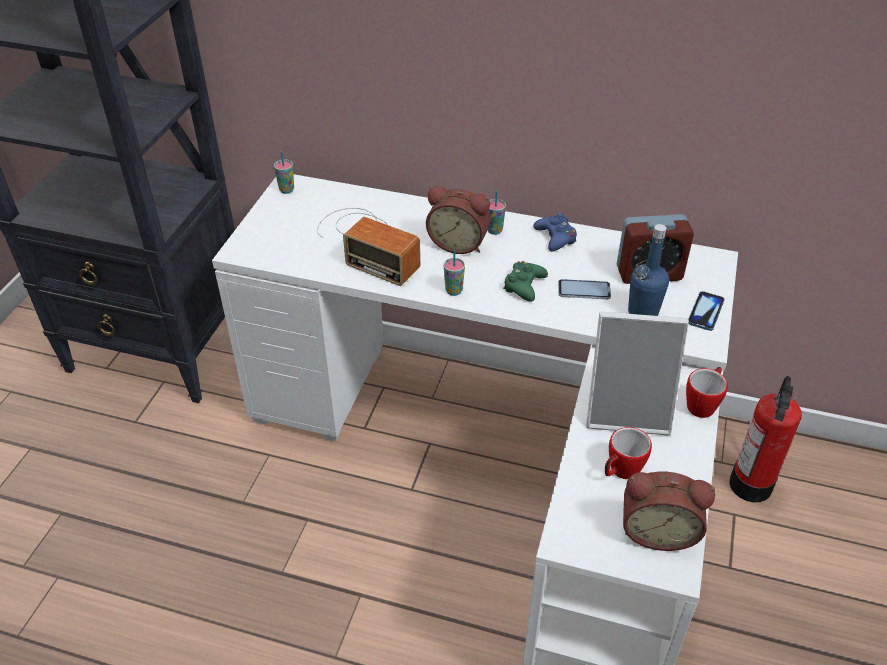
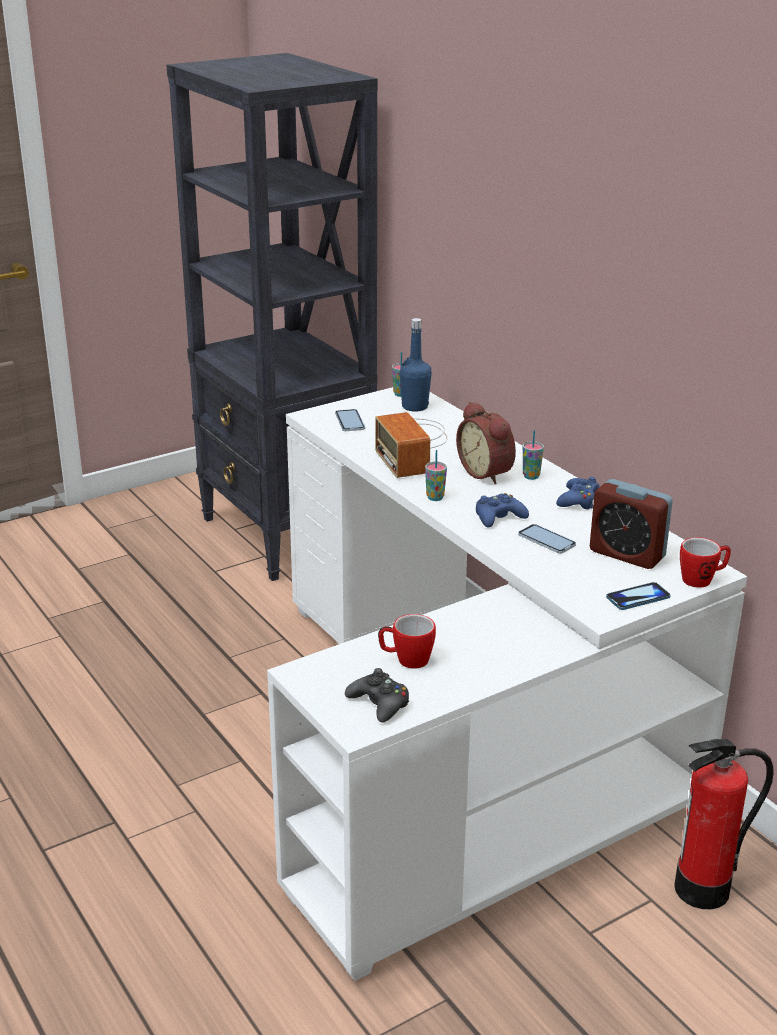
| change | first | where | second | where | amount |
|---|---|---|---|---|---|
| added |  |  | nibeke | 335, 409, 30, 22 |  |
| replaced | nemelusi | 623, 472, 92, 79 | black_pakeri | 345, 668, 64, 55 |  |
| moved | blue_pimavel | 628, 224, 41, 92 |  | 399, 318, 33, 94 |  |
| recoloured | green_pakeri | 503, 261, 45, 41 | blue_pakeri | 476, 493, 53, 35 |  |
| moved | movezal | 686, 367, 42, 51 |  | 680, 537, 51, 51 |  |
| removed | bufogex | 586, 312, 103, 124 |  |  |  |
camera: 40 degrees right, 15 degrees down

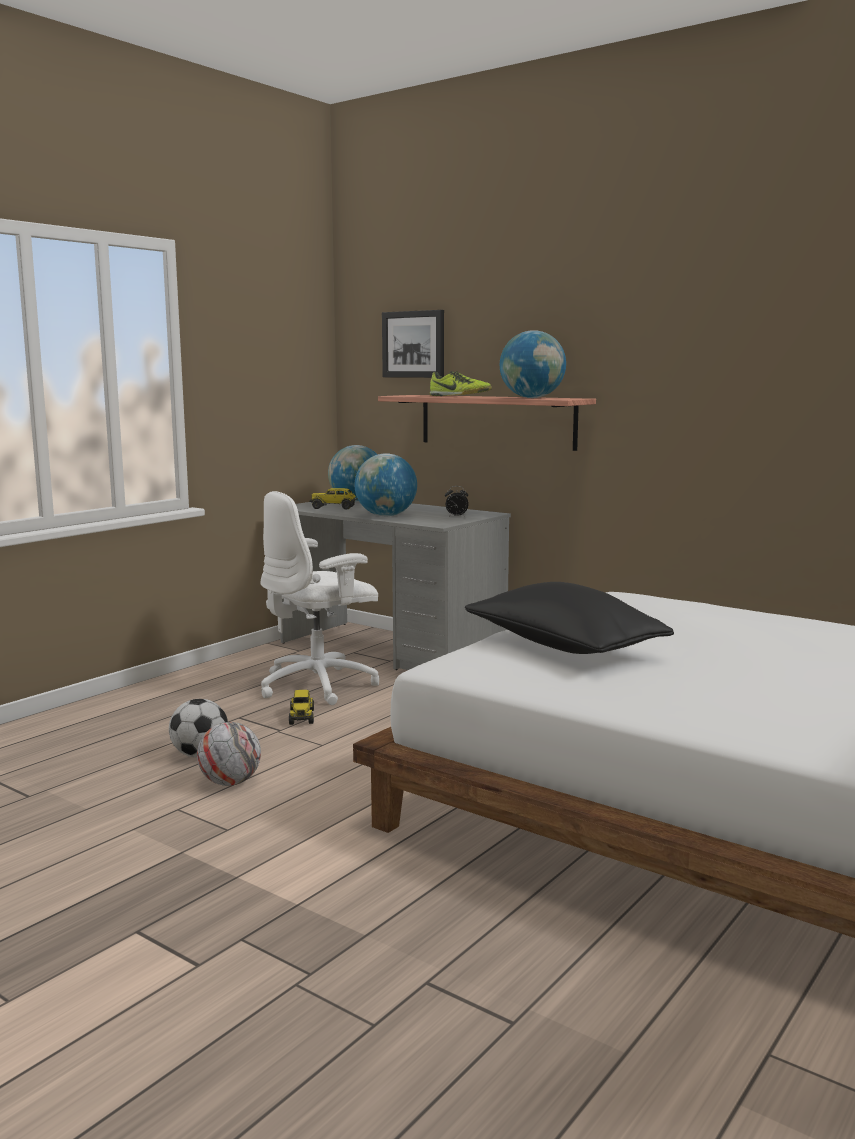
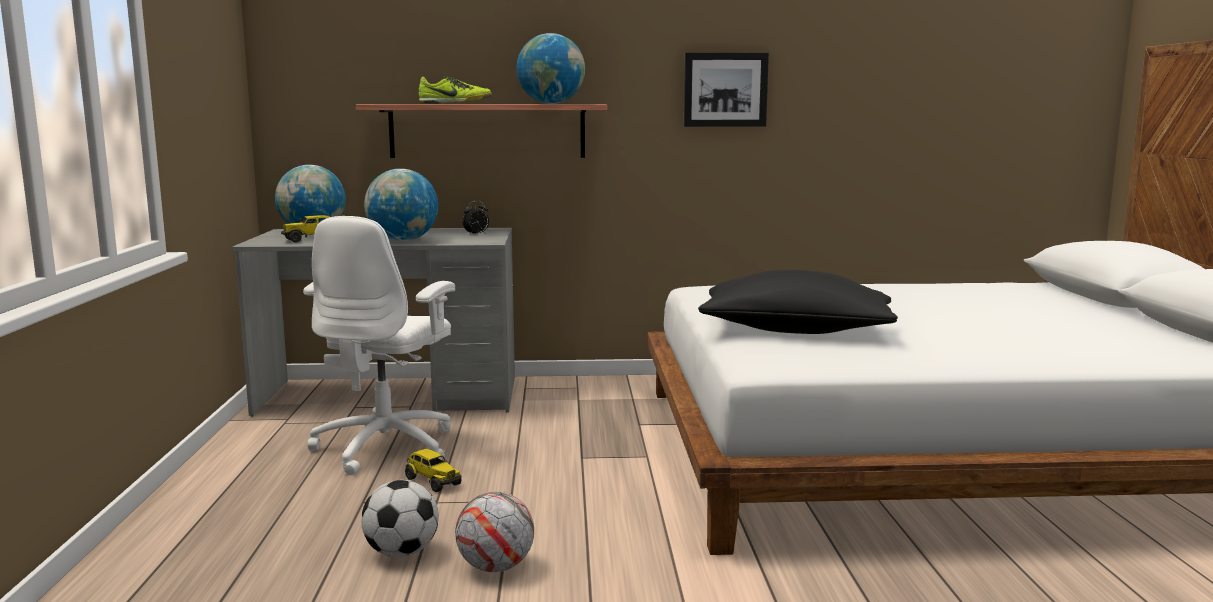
| change | first | where | second | where | amount |
|---|---|---|---|---|---|
| moved | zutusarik | 382, 310, 62, 68 |  | 684, 52, 85, 75 |  |
camera: 40 degrees left, 0 degrees up

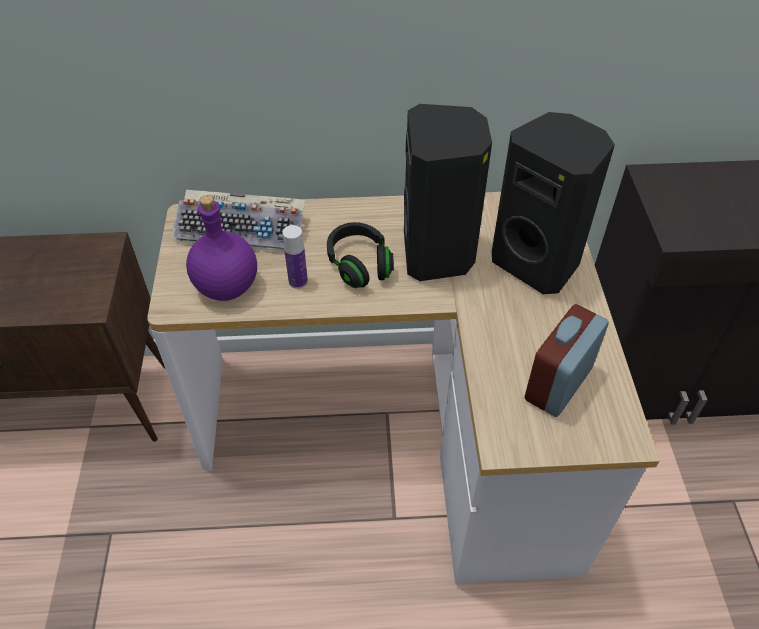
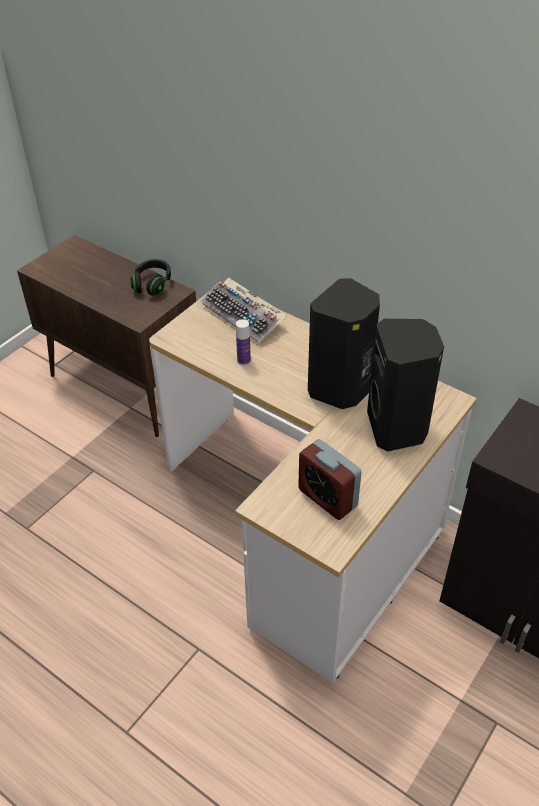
| change | first | where | second | where | amount |
|---|---|---|---|---|---|
| moved | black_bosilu | 327, 222, 67, 66 |  | 130, 259, 41, 36 |  |
| turned | nemelusi | 524, 304, 85, 113 |  | 298, 439, 64, 81 | 120 degrees counterclockwise |
| removed | purple_pimavel | 186, 195, 71, 106 |  |  |  |
camera: 40 degrees right, 5 degrees down

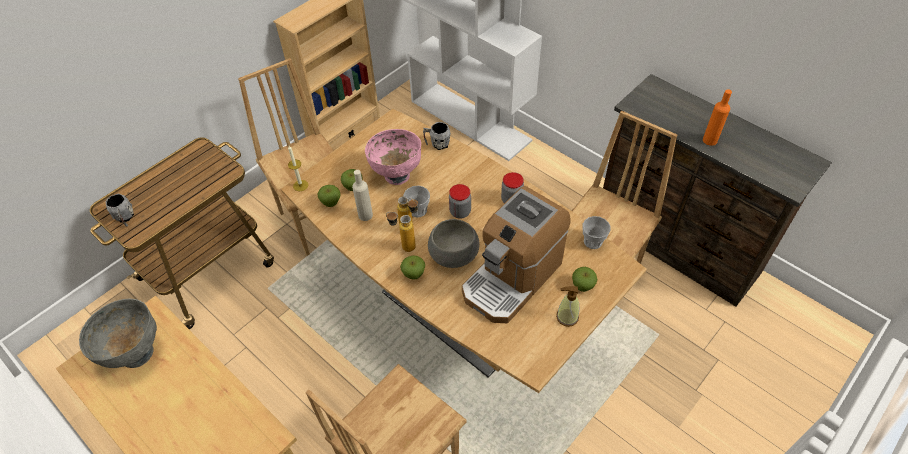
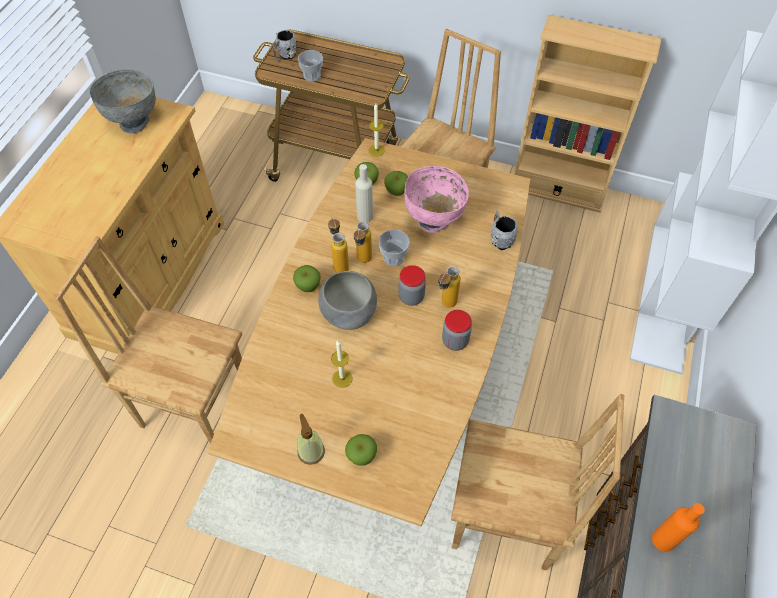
| change | first | where | second | where | amount |
|---|---|---|---|---|---|
| moved | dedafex | 583, 216, 28, 33 |  | 298, 50, 25, 32 |  |
| replaced | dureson | 462, 186, 109, 137 | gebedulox | 331, 341, 22, 47 |  |
| added |  |  | pimavel | 438, 266, 23, 42 |  |
camera: 65 degrees right, 5 degrees up

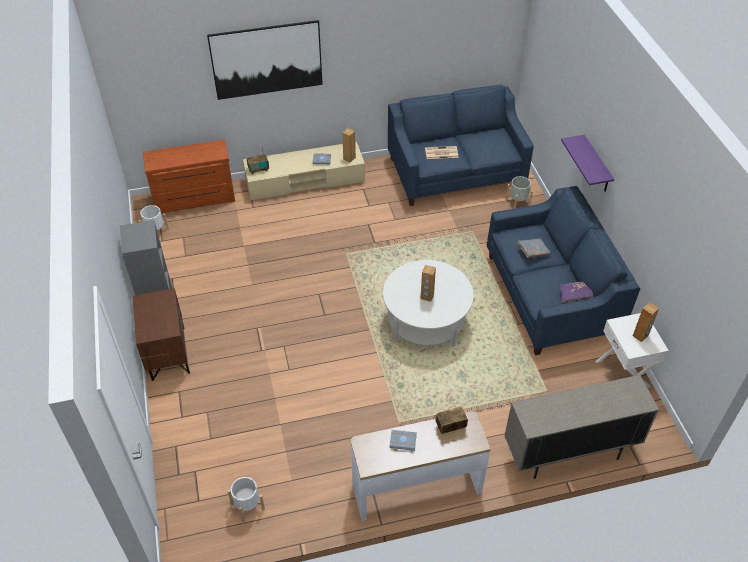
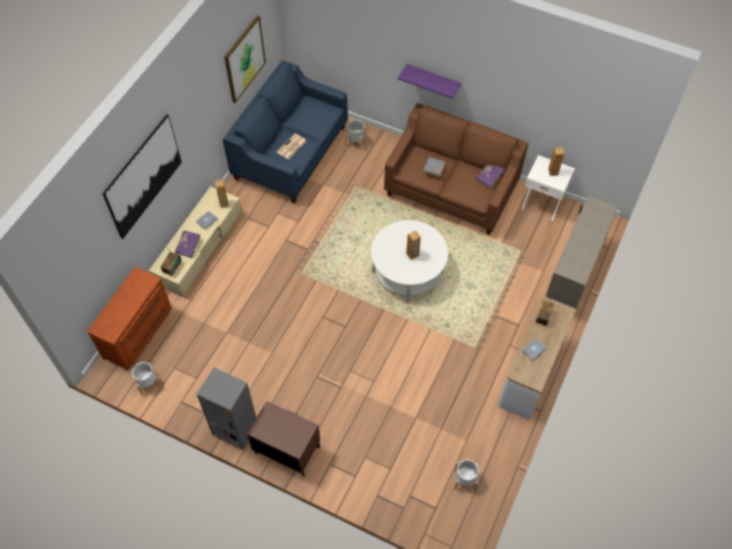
| change | first | where | second | where | amount |
|---|---|---|---|---|---|
| added |  |  | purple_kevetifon | 175, 231, 25, 27 |  |
| added |  |  | zutusarik | 224, 16, 42, 87 |  |
| recoloured | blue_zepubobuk | 487, 186, 153, 169 | brown_zepubobuk | 384, 103, 145, 132 |  |
camera: 50 degrees left, 10 degrees up

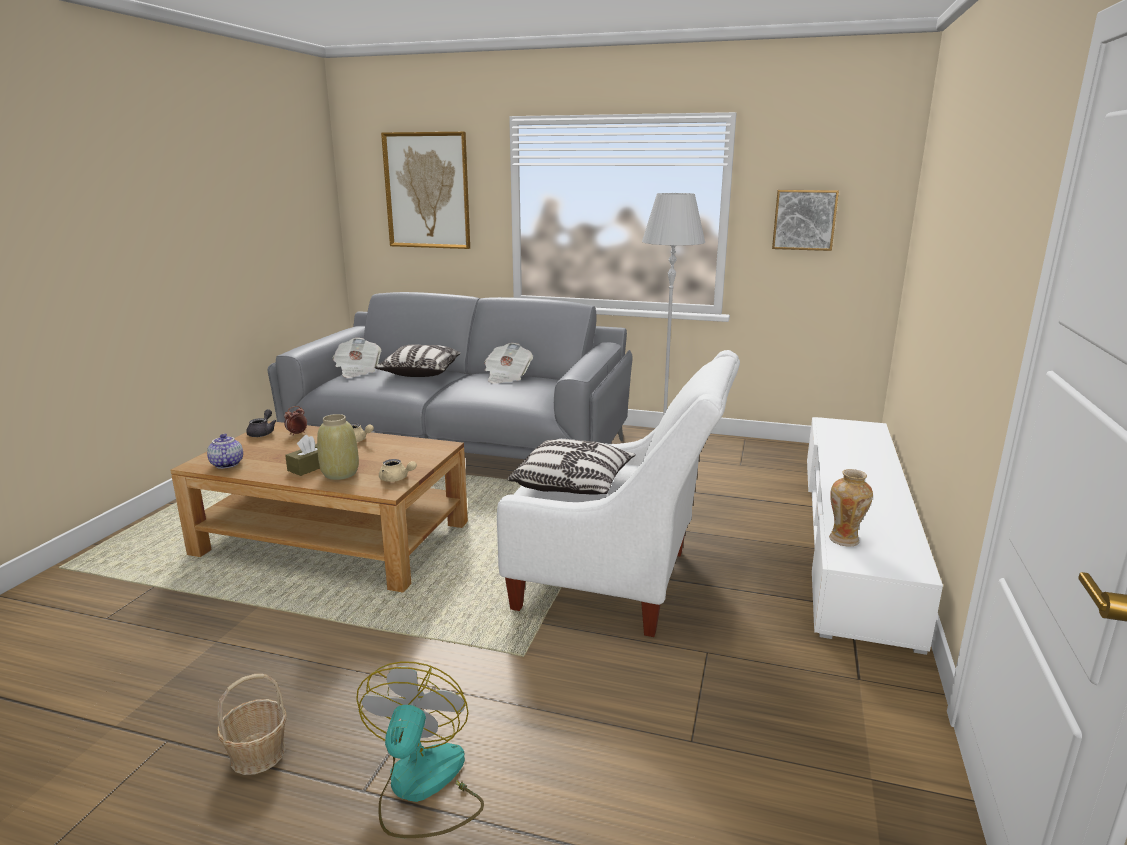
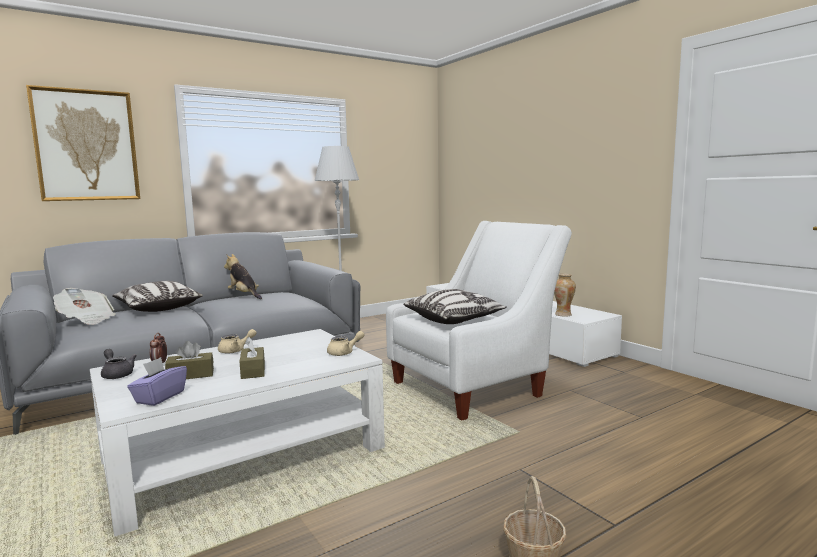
| change | first | where | second | where | amount |
|---|---|---|---|---|---|
| recoloured | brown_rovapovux | 170, 421, 298, 172 | white_rovapovux | 90, 329, 295, 208 |  |
| replaced | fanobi | 207, 434, 36, 35 | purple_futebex | 127, 357, 60, 49 |  |
| added |  |  | brown_futebex | 165, 341, 49, 38 |  |
| replaced | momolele | 484, 343, 49, 41 | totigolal | 224, 254, 38, 45 |  |
| removed | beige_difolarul | 317, 414, 42, 66 |  |  |  |
| removed | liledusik | 356, 661, 128, 177 |  |  |  |
| removed | zutusarik | 772, 190, 67, 61 |  |  |  |
camera: 50 degrees left, 10 degrees down

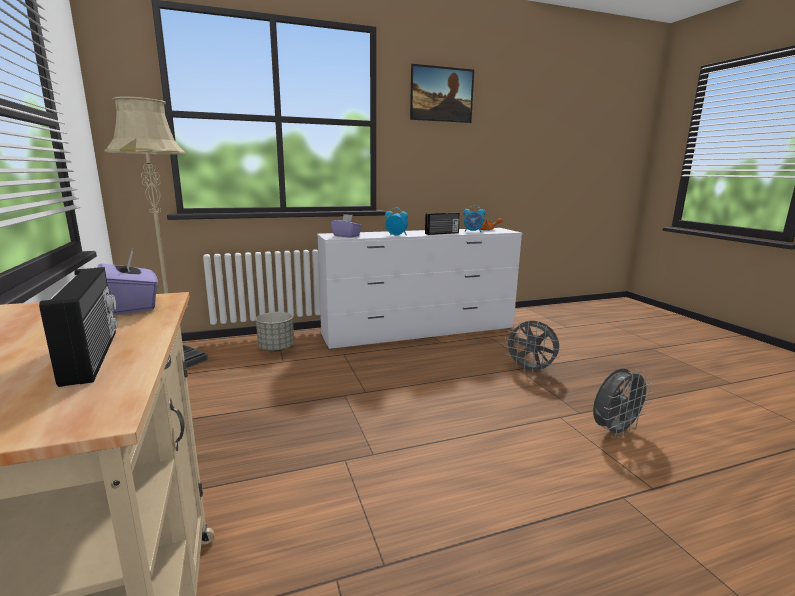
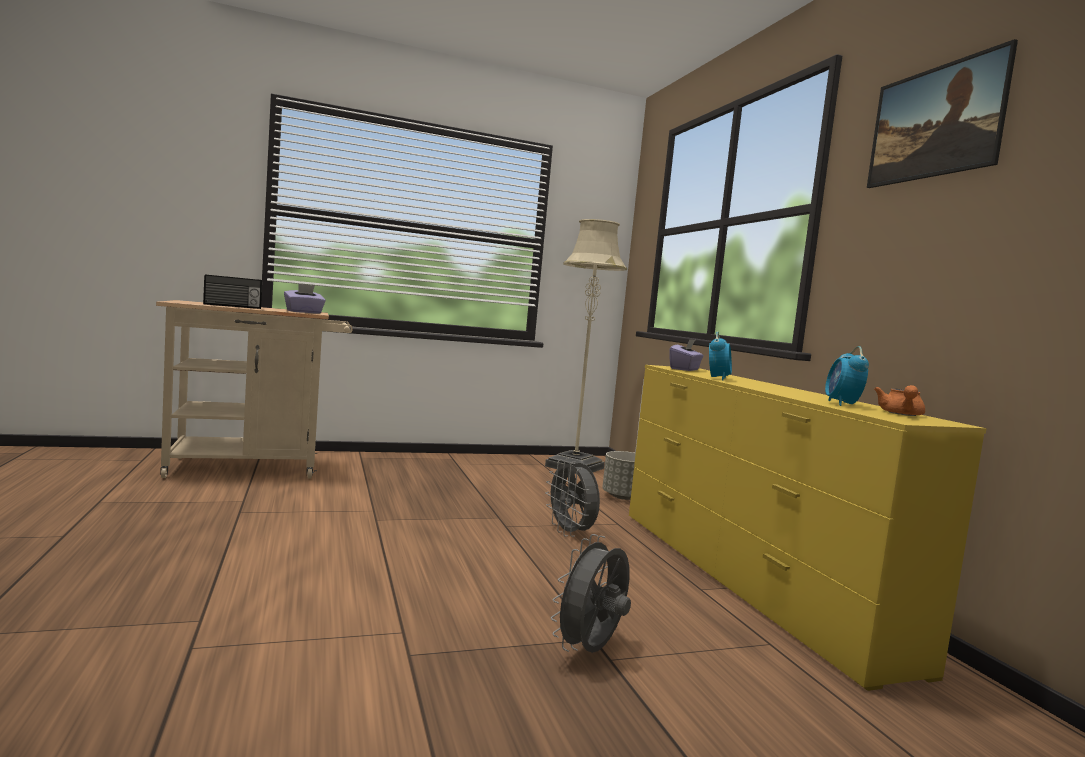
| change | first | where | second | where | amount |
|---|---|---|---|---|---|
| moved | grey_liledusik | 593, 368, 59, 71 |  | 545, 459, 55, 78 |  |
| recoloured | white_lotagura | 317, 228, 205, 122 | yellow_lotagura | 629, 365, 358, 326 |  |
| removed | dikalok | 425, 212, 35, 23 |  |  |  |
camera: 90 degrees right, 10 degrees down

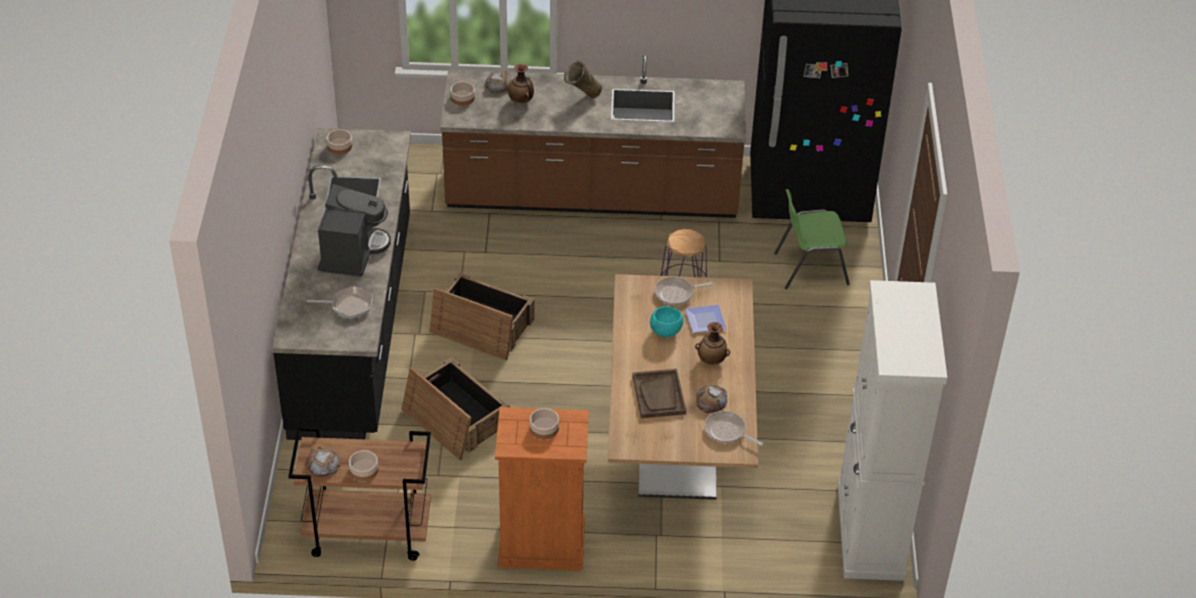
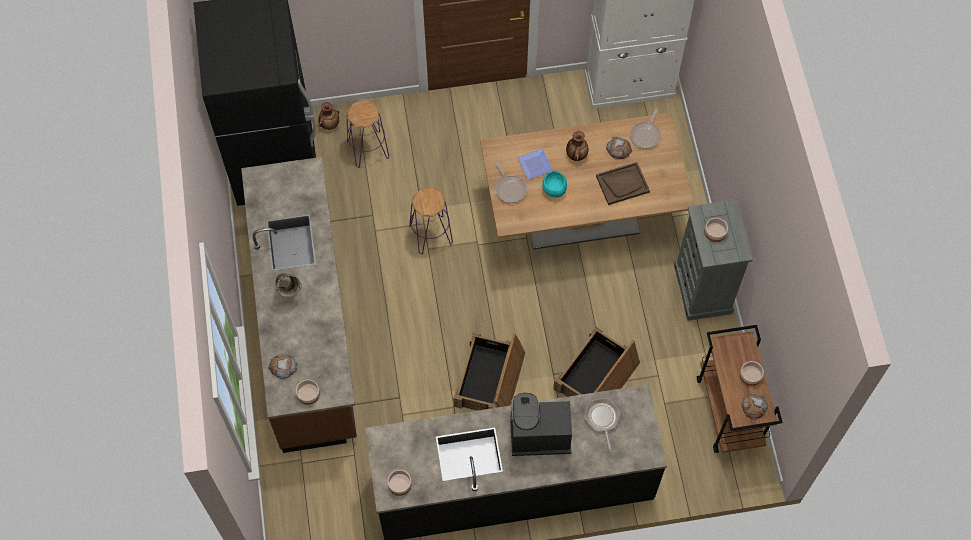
| change | first | where | second | where | amount |
|---|---|---|---|---|---|
| moved | difolarul | 508, 64, 26, 39 |  | 319, 102, 20, 28 |  |
| replaced | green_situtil | 774, 189, 76, 100 | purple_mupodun | 347, 100, 42, 68 |  |
| recoloured | orange_lotagura | 495, 407, 94, 164 | grey_lotagura | 674, 199, 79, 122 |  |
camera: 100 degrees left, 20 degrees up

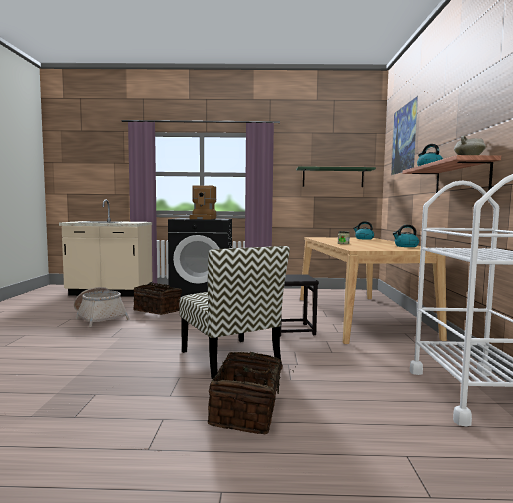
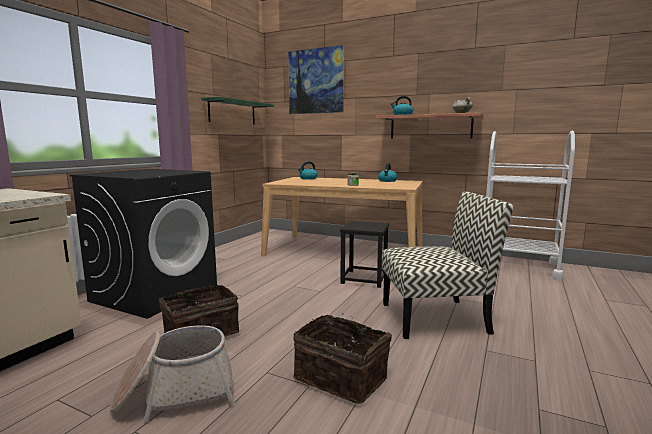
| change | first | where | second | where | amount |
|---|---|---|---|---|---|
| moved | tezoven | 208, 351, 85, 83 |  | 293, 314, 99, 90 |  |
| removed | dureson | 190, 185, 26, 34 |  |  |  |
camera: 65 degrees left, 5 degrees up

